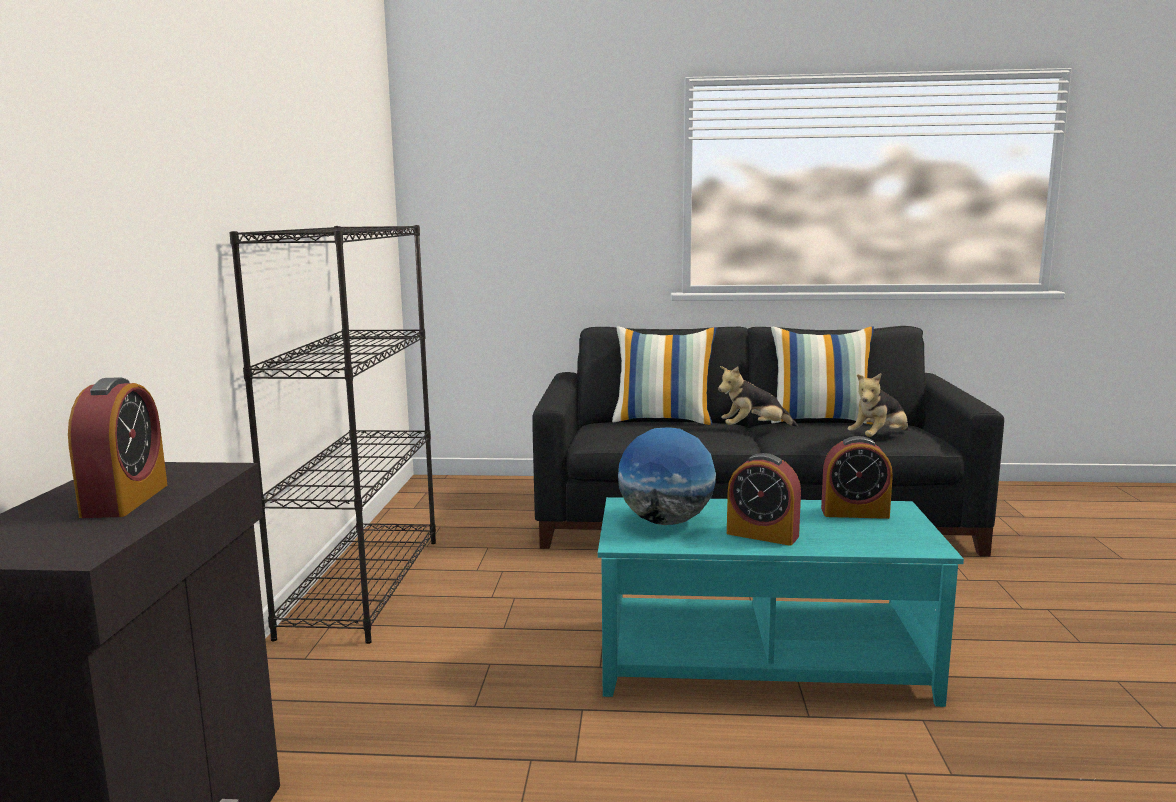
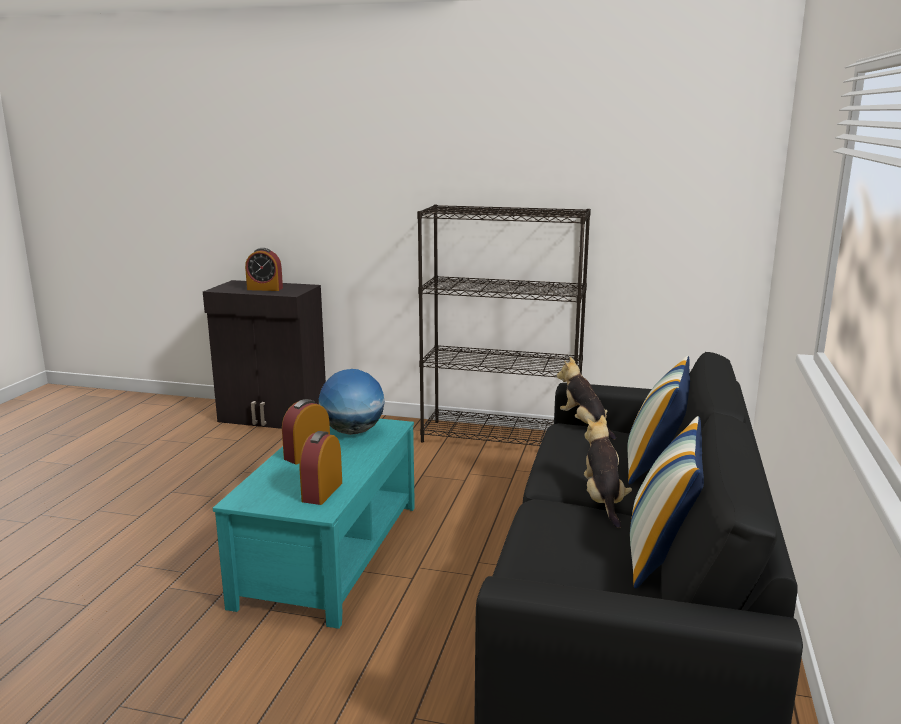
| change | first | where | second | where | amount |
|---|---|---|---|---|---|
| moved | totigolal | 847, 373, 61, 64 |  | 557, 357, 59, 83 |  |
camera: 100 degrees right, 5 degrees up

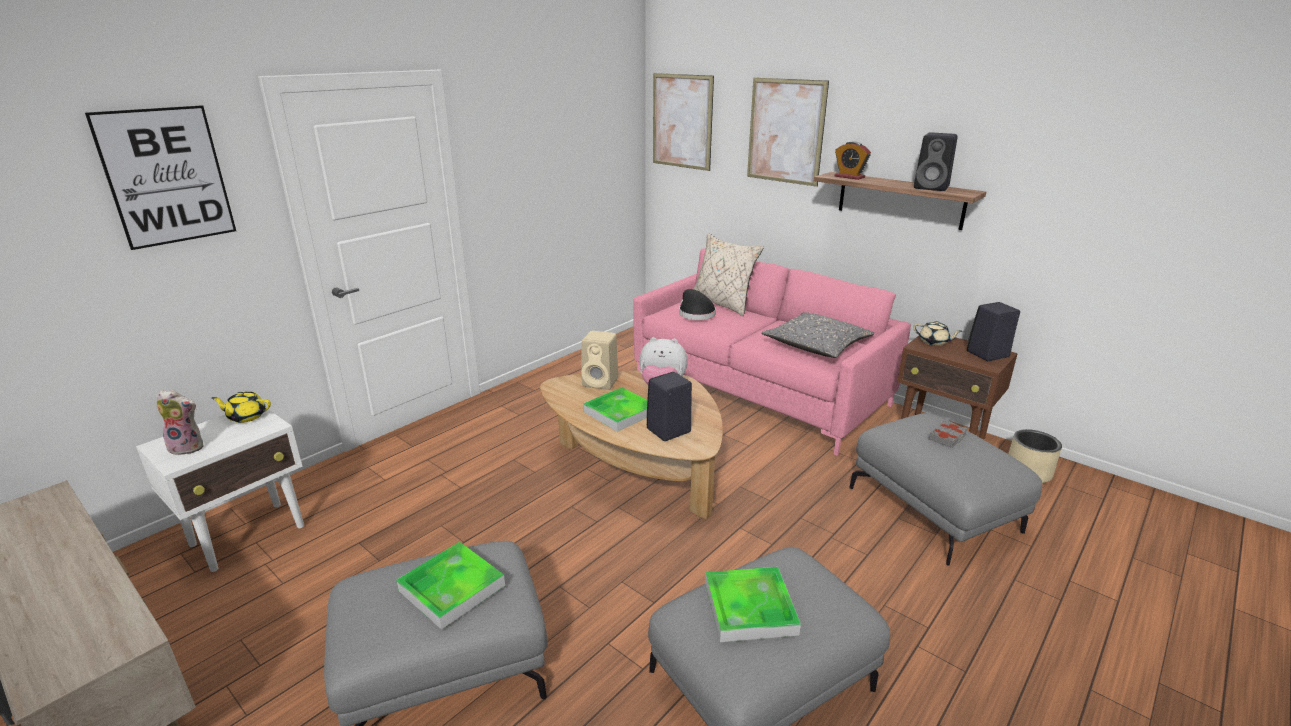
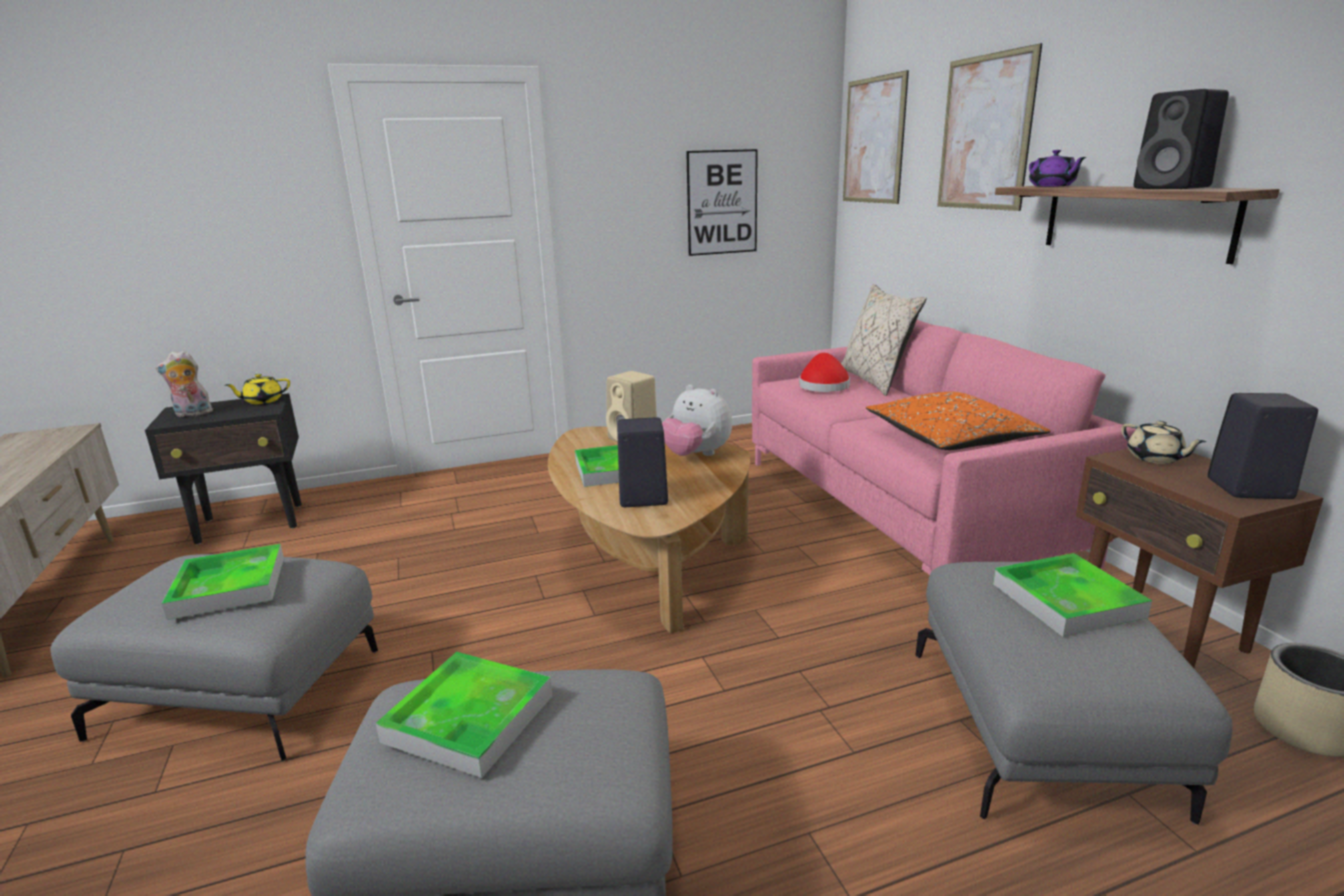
| change | first | where | second | where | amount |
|---|---|---|---|---|---|
| recoloured | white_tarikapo | 136, 408, 168, 164 | black_tarikapo | 145, 393, 157, 151 |  |
| turned | totigolal | 157, 390, 46, 65 |  | 156, 350, 57, 67 | 135 degrees clockwise |
| turned | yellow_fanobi | 212, 391, 59, 32 |  | 225, 374, 65, 30 | 60 degrees counterclockwise |
| moved | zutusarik | 85, 105, 151, 145 |  | 686, 149, 72, 107 |  |
| recoloured | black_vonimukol | 679, 289, 37, 31 | red_vonimukol | 799, 353, 51, 39 |  |
| recoloured | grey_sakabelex | 761, 312, 114, 46 | orange_sakabelex | 866, 392, 184, 58 |  |
| replaced | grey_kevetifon | 929, 420, 39, 28 | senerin | 993, 553, 159, 84 |  |
| replaced | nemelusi | 835, 141, 36, 39 | purple_fanobi | 1029, 150, 57, 37 |  |
camera: 30 degrees right, 5 degrees down

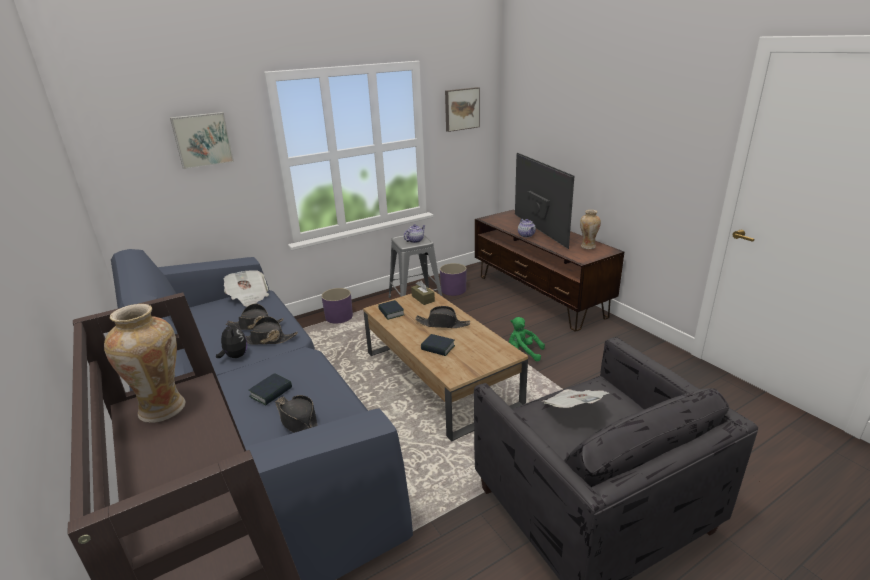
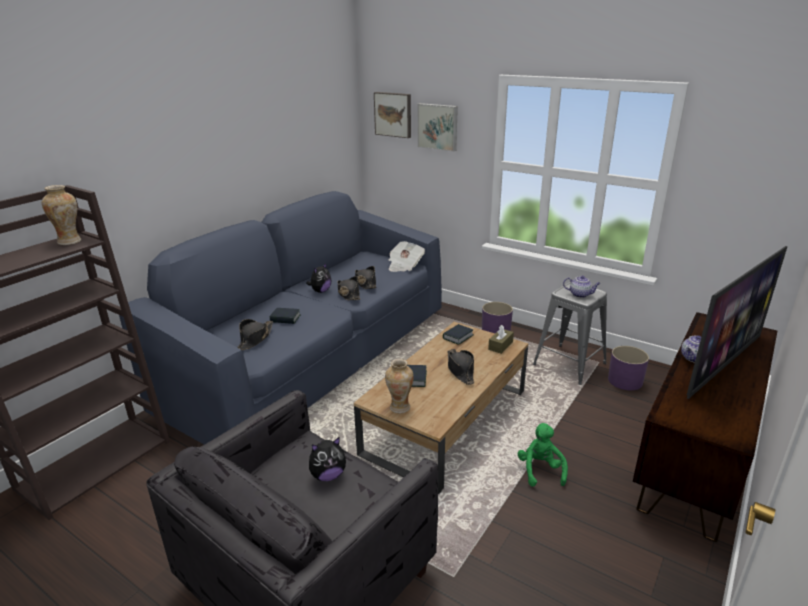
| change | first | where | second | where | amount |
|---|---|---|---|---|---|
| replaced | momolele | 542, 389, 67, 19 | totigolal | 309, 437, 37, 44 |  |
| moved | zutusarik | 445, 87, 35, 45 |  | 374, 92, 37, 46 |  |
| moved | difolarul | 580, 210, 21, 39 |  | 385, 359, 29, 54 |  |
camera: 65 degrees right, 0 degrees up

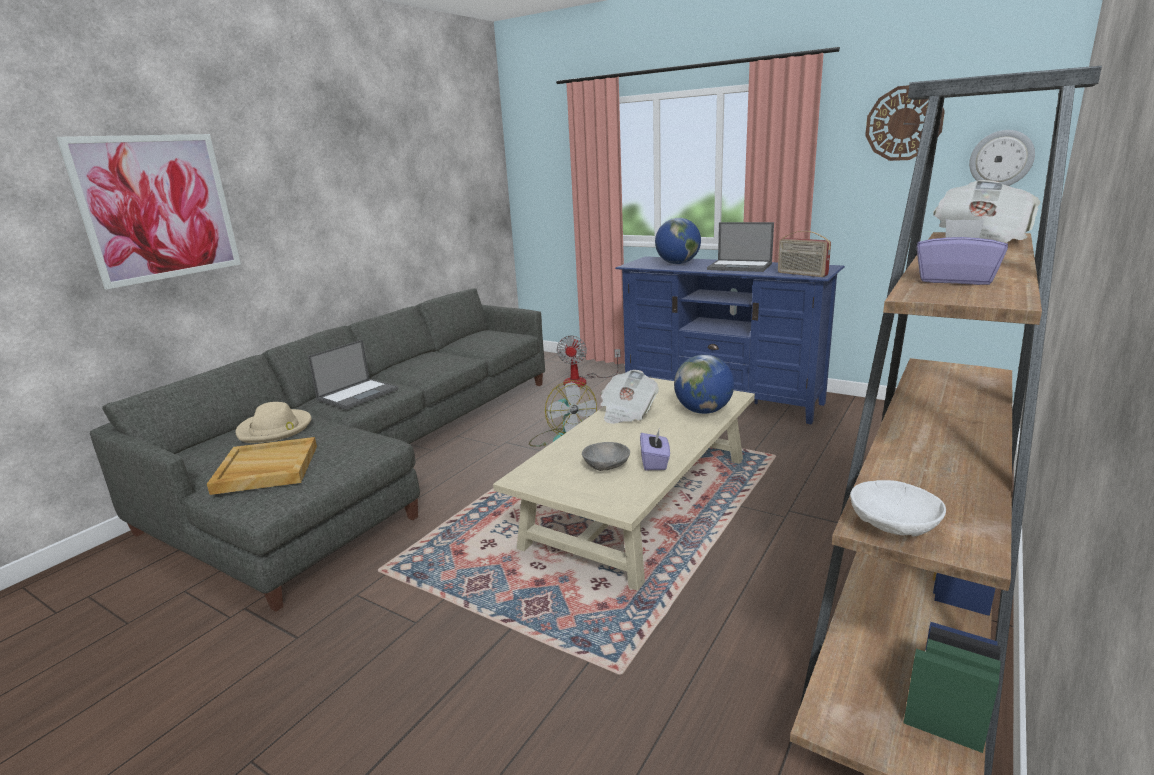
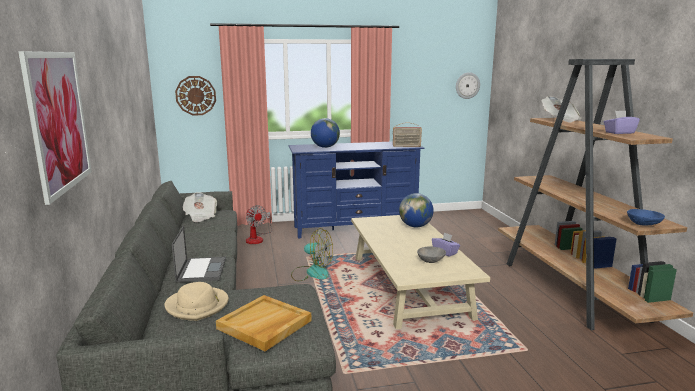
| change | first | where | second | where | amount |
|---|---|---|---|---|---|
| moved | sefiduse | 865, 85, 80, 76 |  | 175, 76, 41, 40 |  |
| moved | momolele | 601, 370, 58, 54 |  | 183, 192, 34, 30 |  |
| recoloured | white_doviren | 850, 480, 96, 56 | blue_doviren | 627, 209, 38, 17 |  |
| removed | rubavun | 707, 222, 67, 50 |  |  |  |
camera: 45 degrees left, 5 degrees down

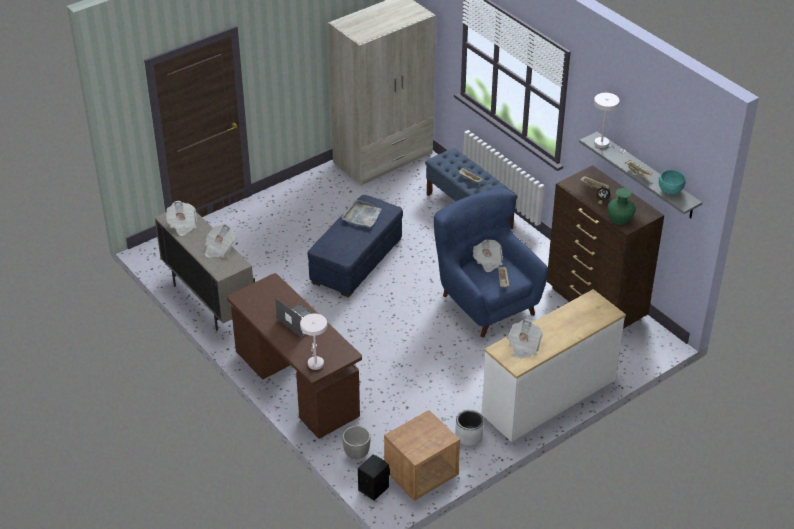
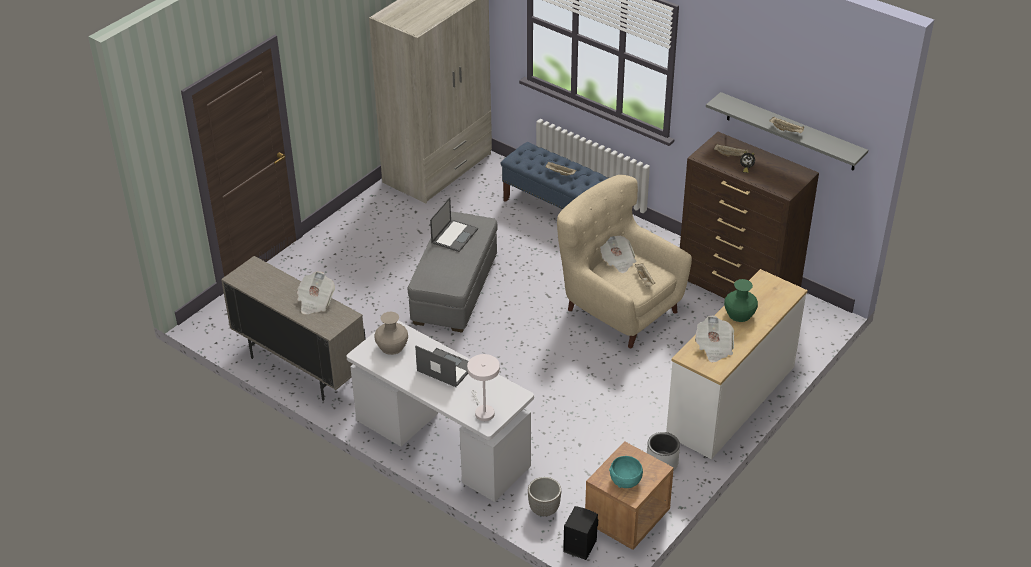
| change | first | where | second | where | amount |
|---|---|---|---|---|---|
| recoloured | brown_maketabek | 227, 273, 135, 166 | white_maketabek | 346, 321, 188, 181 |  |
| added |  |  | beige_difolarul | 374, 312, 34, 43 |  |
| recoloured | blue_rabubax | 308, 195, 95, 103 | grey_rabubax | 408, 212, 90, 120 |  |
| replaced | grey_senerin | 342, 200, 39, 28 | rubavun | 430, 197, 48, 55 |  |
| recoloured | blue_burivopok | 434, 188, 114, 149 | beige_burivopok | 557, 175, 135, 173 |  |
| moved | turquoise_doviren | 659, 170, 27, 25 |  | 609, 456, 34, 32 |  |
| moved | green_difolarul | 607, 188, 28, 37 |  | 724, 279, 34, 43 |  |
| removed | momolele | 166, 201, 31, 35 |  |  |  |
| removed | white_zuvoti | 594, 93, 32, 61 |  |  |  |
camera: 15 degrees left, 0 degrees up

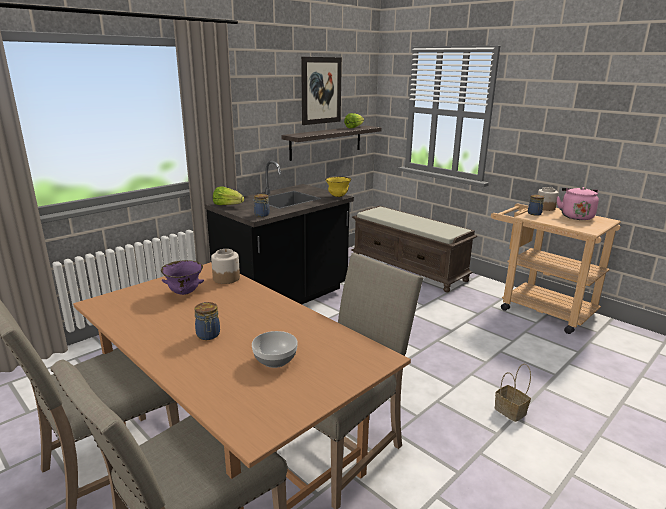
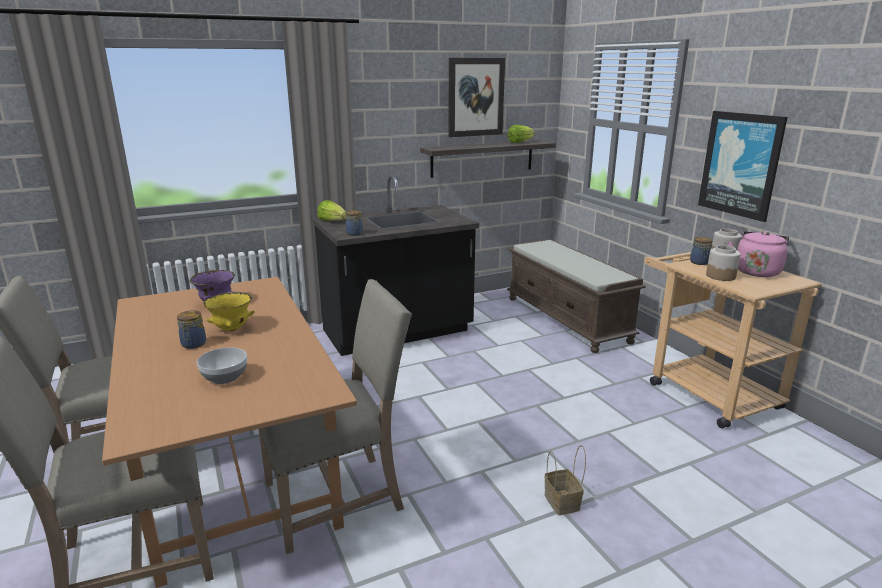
| change | first | where | second | where | amount |
|---|---|---|---|---|---|
| moved | yellow_doviren | 325, 176, 26, 21 |  | 203, 292, 52, 39 |  |
| added |  |  | zutusarik | 698, 111, 89, 111 |  |
| moved | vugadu | 211, 249, 29, 35 |  | 706, 245, 35, 36 |  |
camera: 20 degrees right, 0 degrees up

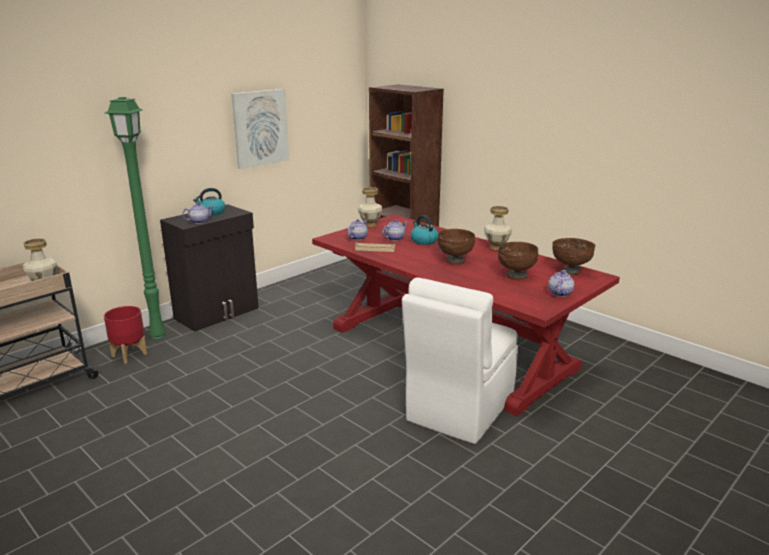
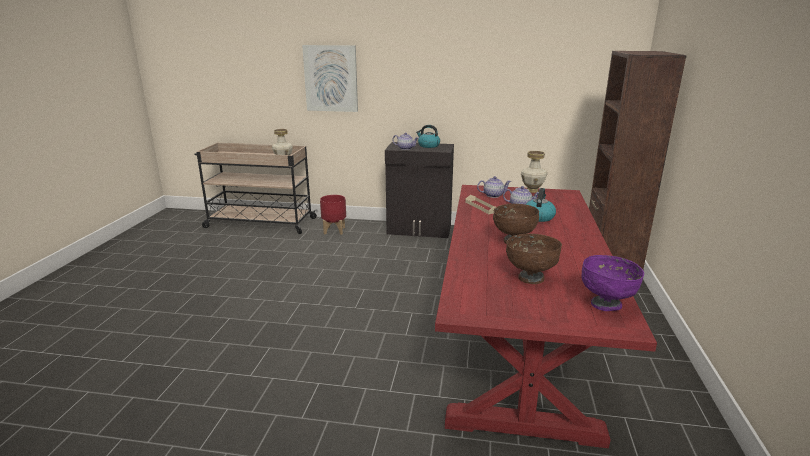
| change | first | where | second | where | amount |
|---|---|---|---|---|---|
| moved | zutusarik | 231, 89, 58, 80 |  | 302, 45, 56, 67 |  |
| recoloured | brown_doviren | 552, 238, 44, 37 | purple_doviren | 582, 255, 62, 56 |  |
| removed | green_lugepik | 105, 97, 61, 242 |  |  |  |
| removed | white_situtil | 402, 278, 116, 166 |  |  |  |
| removed | difolarul | 484, 206, 28, 44 |  |  |  |
| removed | fanobi | 548, 270, 26, 27 |  |  |  |
camera: 55 degrees right, 0 degrees up

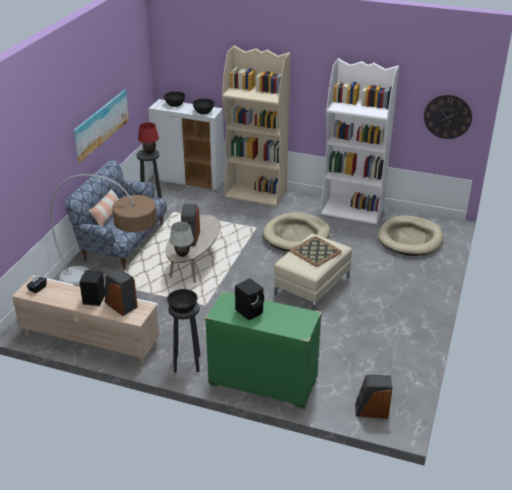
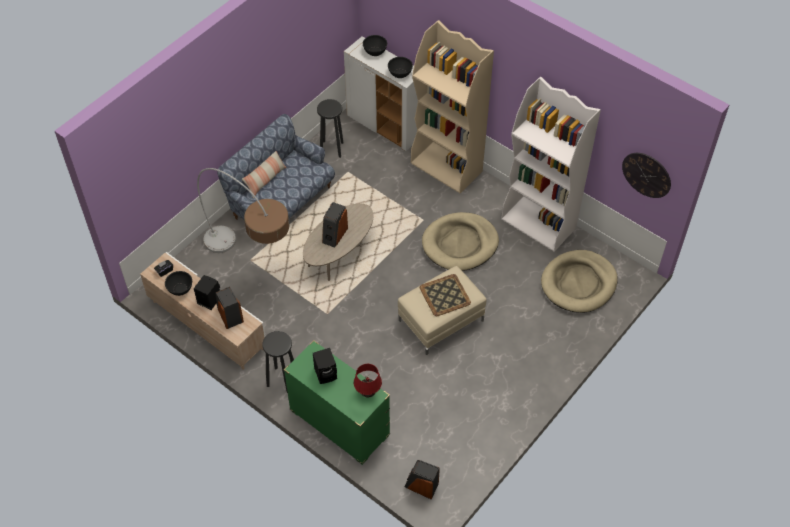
| change | first | where | second | where | amount |
|---|---|---|---|---|---|
| moved | black_doviren | 167, 289, 31, 25 |  | 165, 271, 27, 25 |  |
| moved | red_zuvoti | 138, 122, 21, 32 |  | 354, 364, 28, 34 |  |
| removed | zutusarik | 73, 90, 56, 73 |  |  |  |
| removed | white_zuvoti | 170, 222, 24, 35 |  |  |  |
camera: 20 degrees right, 20 degrees up

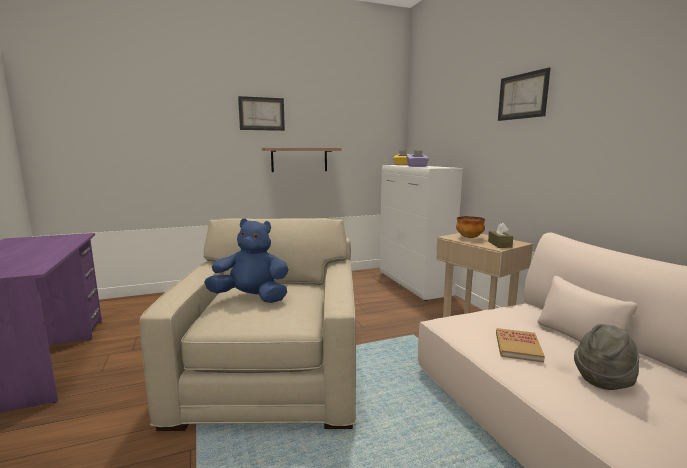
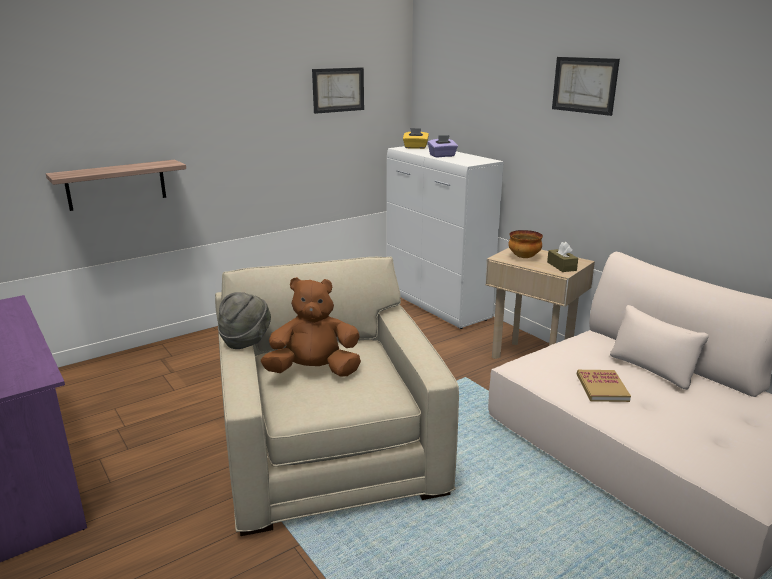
| change | first | where | second | where | amount |
|---|---|---|---|---|---|
| moved | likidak | 262, 148, 80, 24 |  | 46, 160, 140, 51 |  |
| moved | grey_vonimukol | 574, 324, 65, 66 |  | 218, 292, 53, 57 |  |
| recoloured | blue_totigolal | 204, 218, 85, 85 | brown_totigolal | 261, 277, 100, 100 |  |
| moved | zutusarik | 238, 96, 47, 35 |  | 312, 67, 52, 47 |  |
camera: 15 degrees left, 10 degrees up

